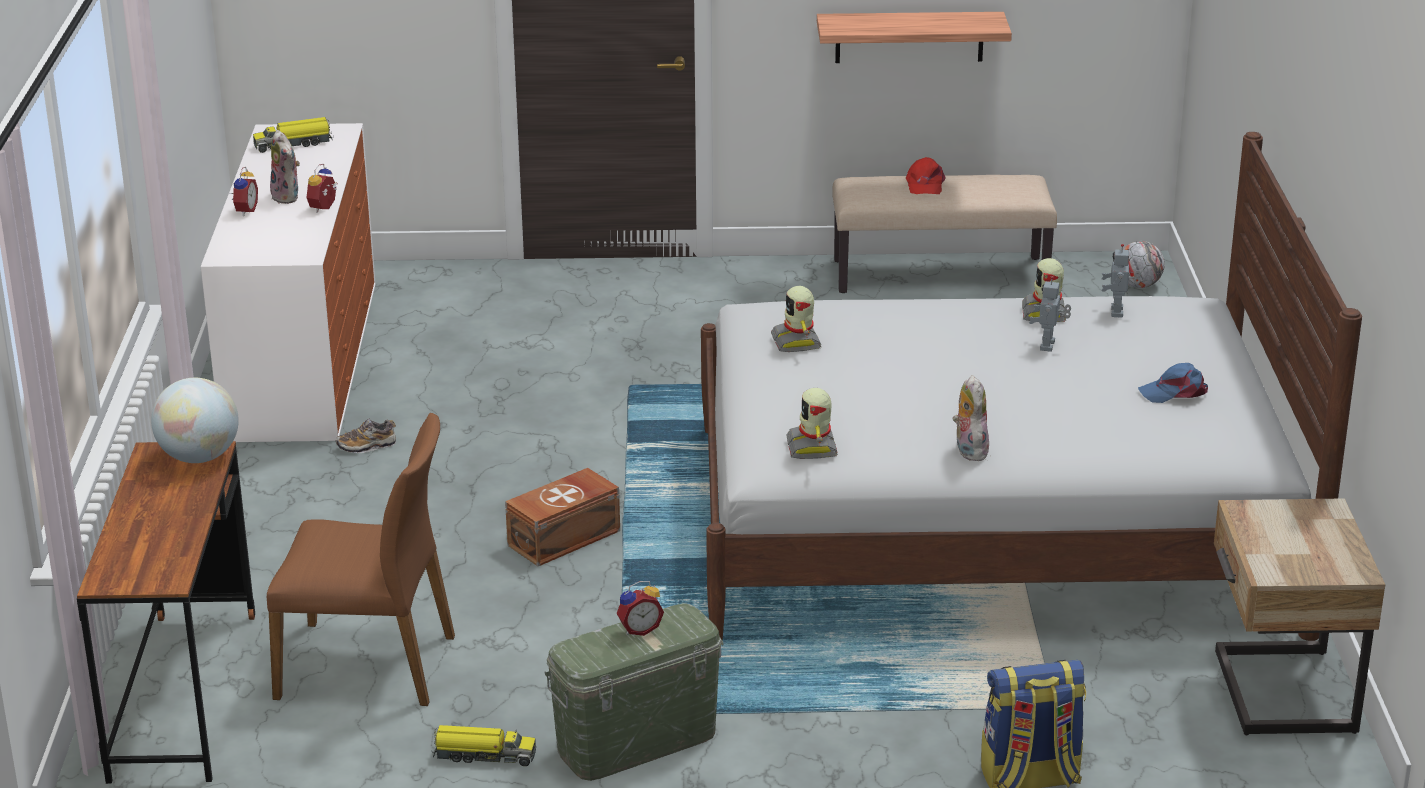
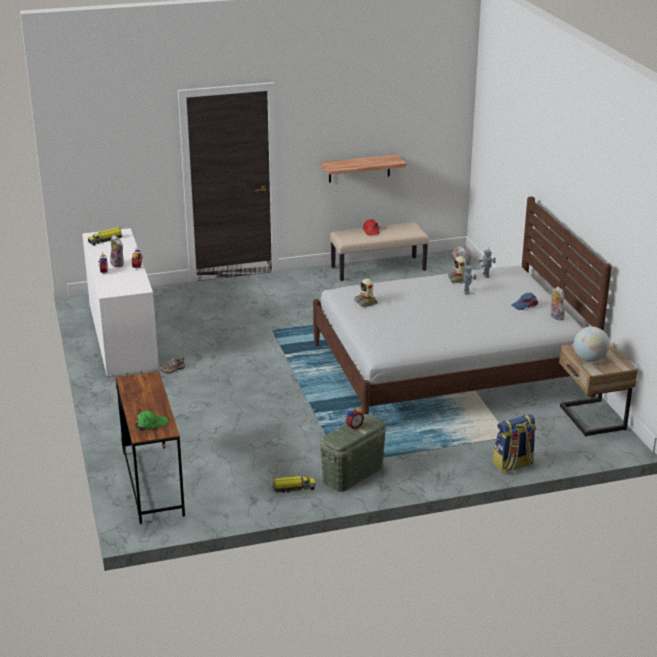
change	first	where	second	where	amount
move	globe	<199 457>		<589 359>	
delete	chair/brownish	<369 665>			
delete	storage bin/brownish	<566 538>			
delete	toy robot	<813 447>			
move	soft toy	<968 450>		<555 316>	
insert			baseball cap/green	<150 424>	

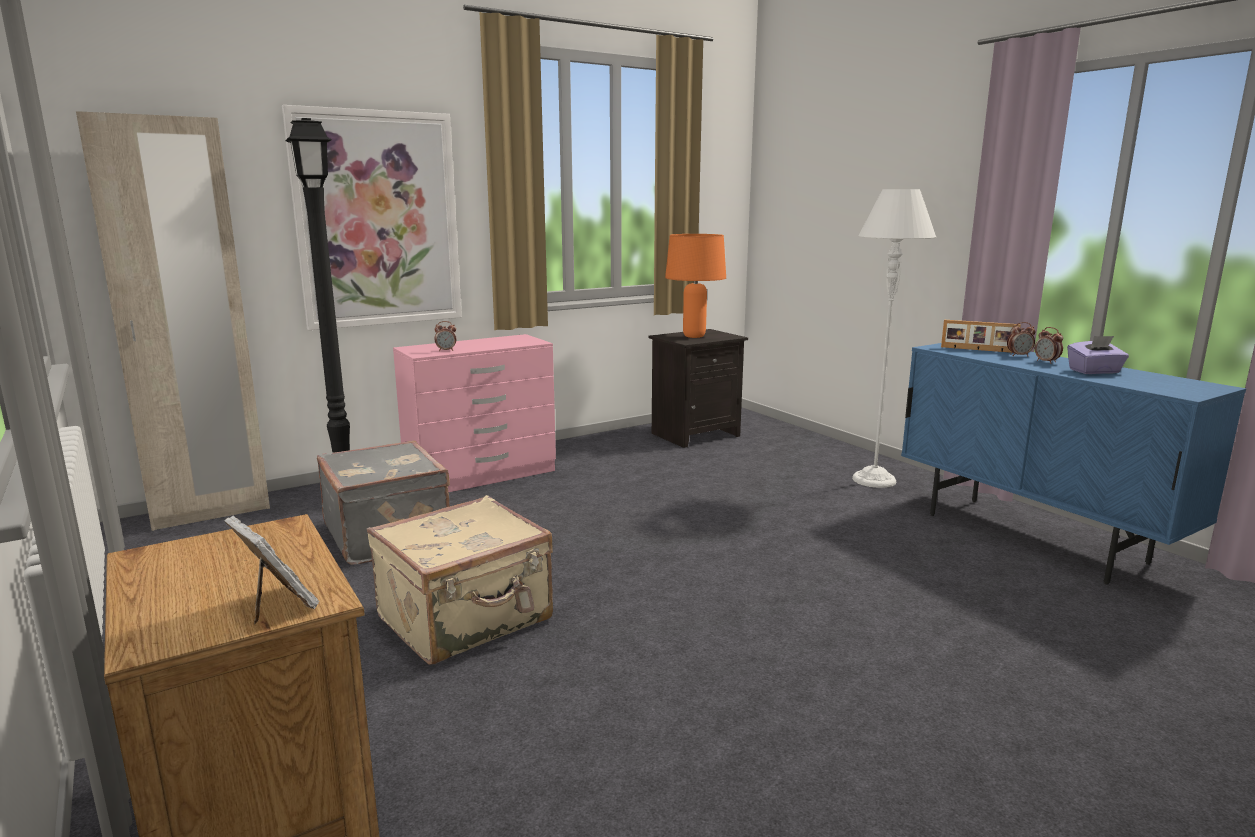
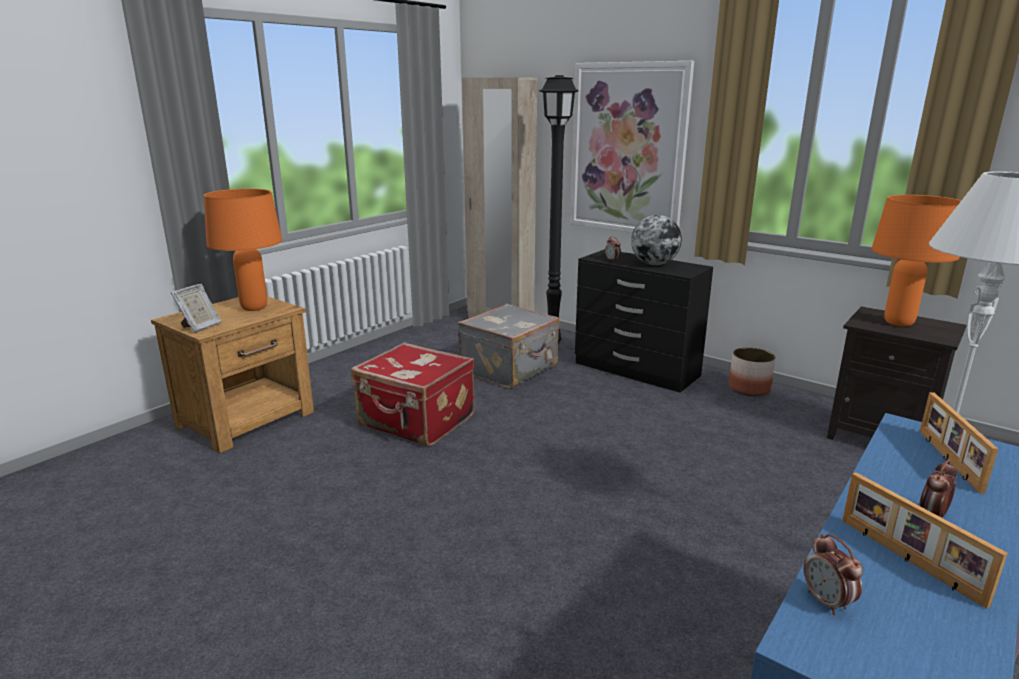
change	first	where	second	where	amount
recolor	travel case/beige-coloured	<467 619>	travel case/red	<416 422>	
recolor	dresser/pinkish	<482 475>	dresser/black	<636 370>	
move	bedside clock	<1019 355>		<827 602>	
replace	tissue holder/purple-coloured	<1094 371>	standing frame	<908 560>	
insert			table lamp/orange	<255 308>	
insert			globe	<654 264>	
insert			planter	<749 388>	

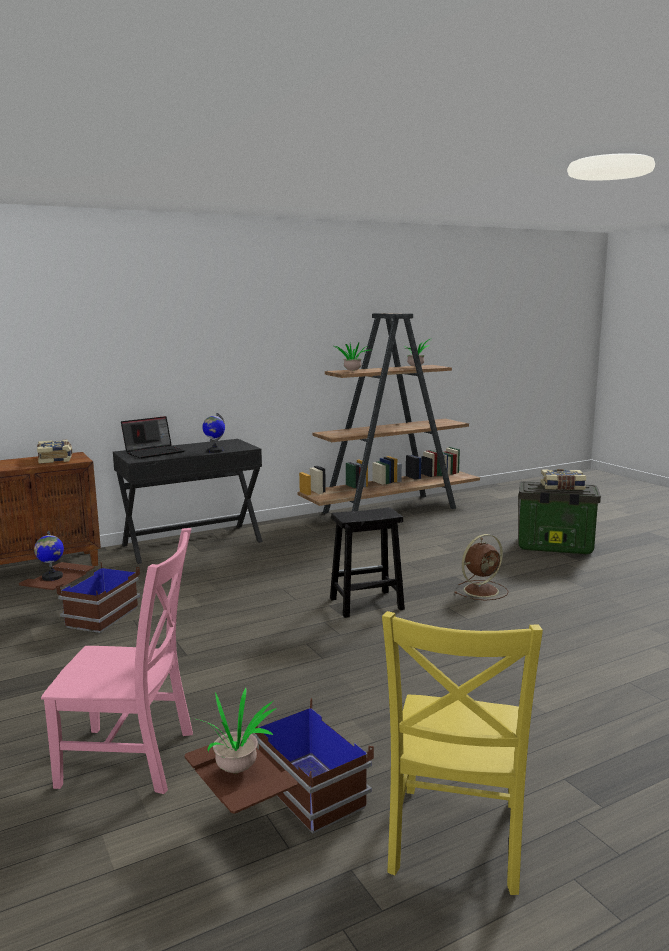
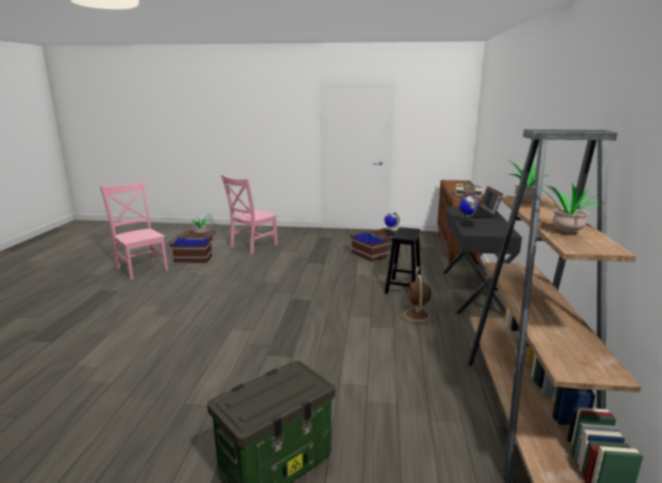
change	first	where	second	where	amount
move	stool/black	<365 604>		<403 287>	
recolor	chair/yellow	<455 842>	chair/pinkish	<141 268>	
move	fan/brownish	<482 590>		<417 315>	
delete	volume	<562 487>			

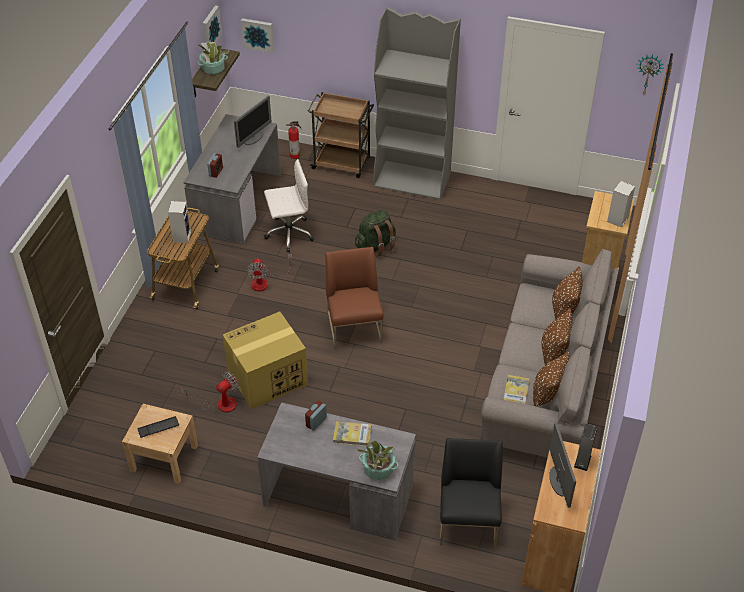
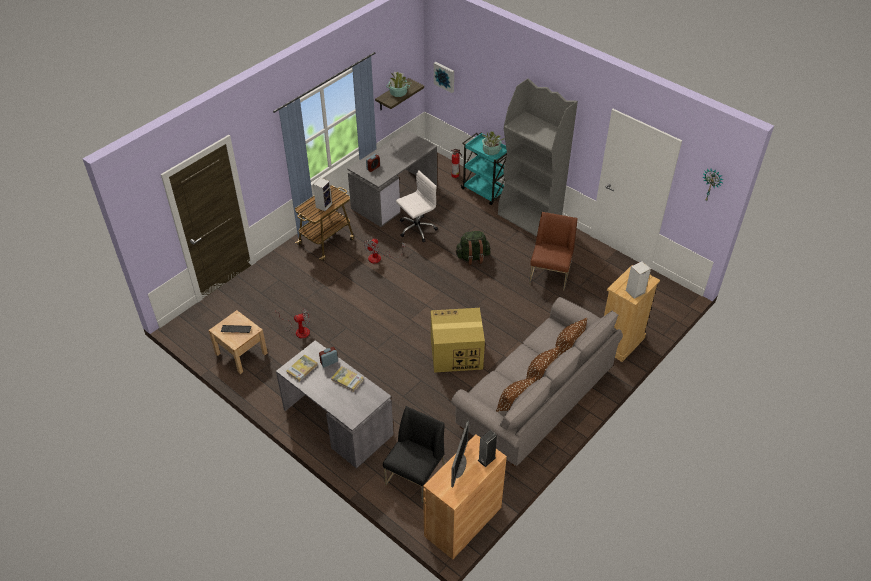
change	first	where	second	where	amount
delete	picture	<210 28>			
move	cardboard box	<266 378>		<455 354>	
delete	computer screen	<254 138>			
rotate	computer chair/whitish	<288 233>		<416 229>	45 degrees counterclockwise
recolor	trolley/brownish	<342 164>	trolley/turquoise	<485 191>	
move	chair/brownish	<355 327>		<550 274>	
move	houseplant	<378 469>		<491 150>	
move	volume	<516 392>		<302 369>	

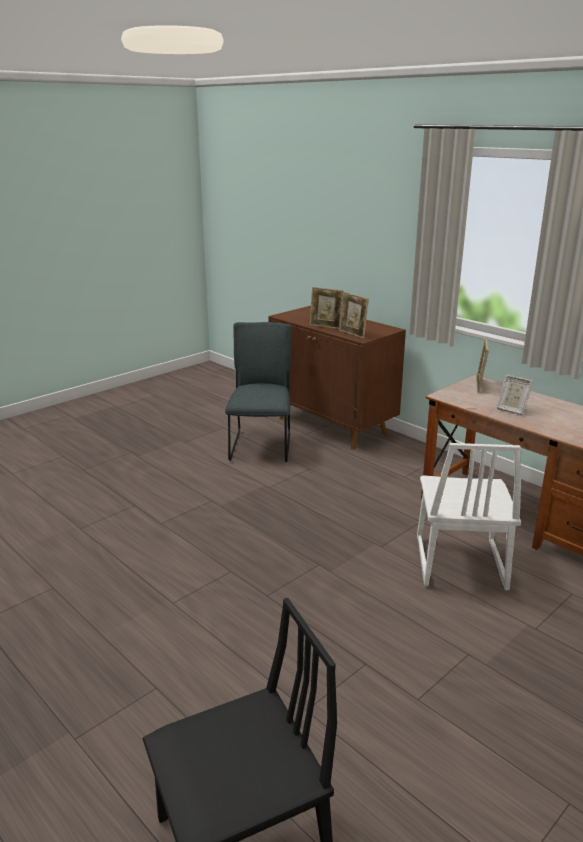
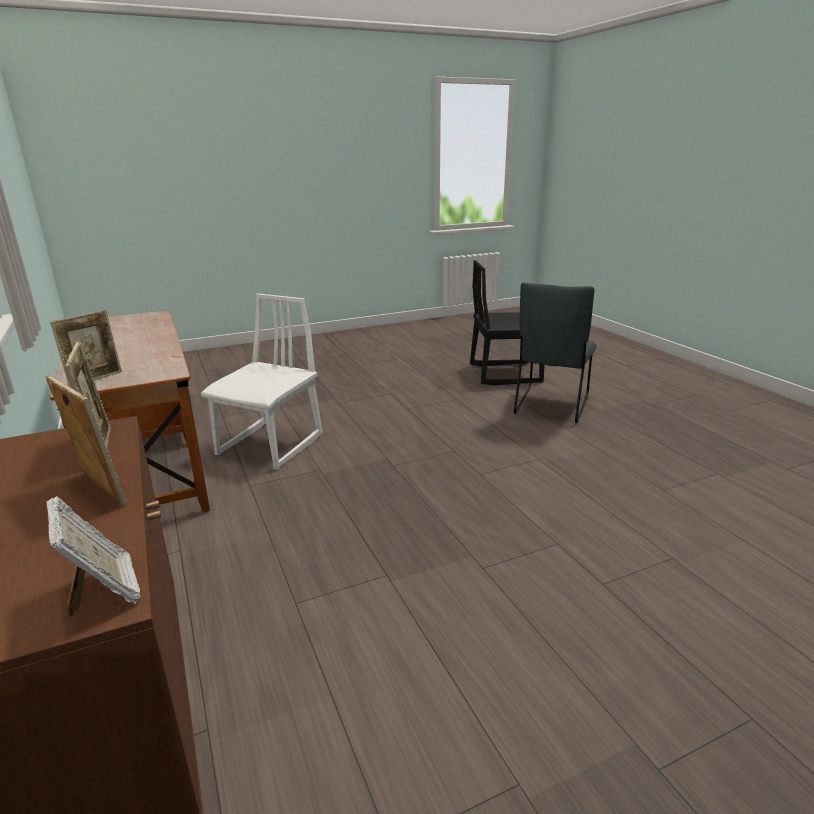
change	first	where	second	where	amount
move	chair/greyish	<261 445>		<550 407>	
move	standing frame	<511 410>		<105 592>	

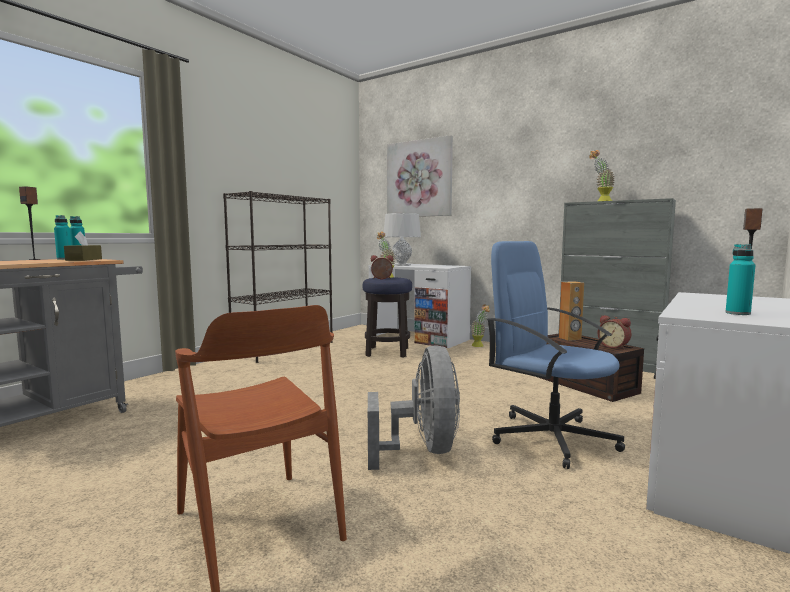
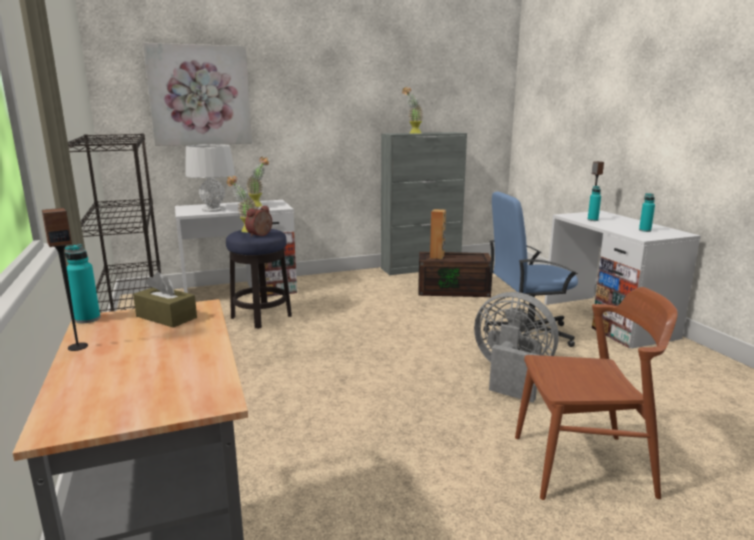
change	first	where	second	where	amount
move	drink bottle/turquoise	<64 259>		<592 220>	
move	houseplant	<480 346>		<259 205>	
delete	bedside clock	<614 346>			

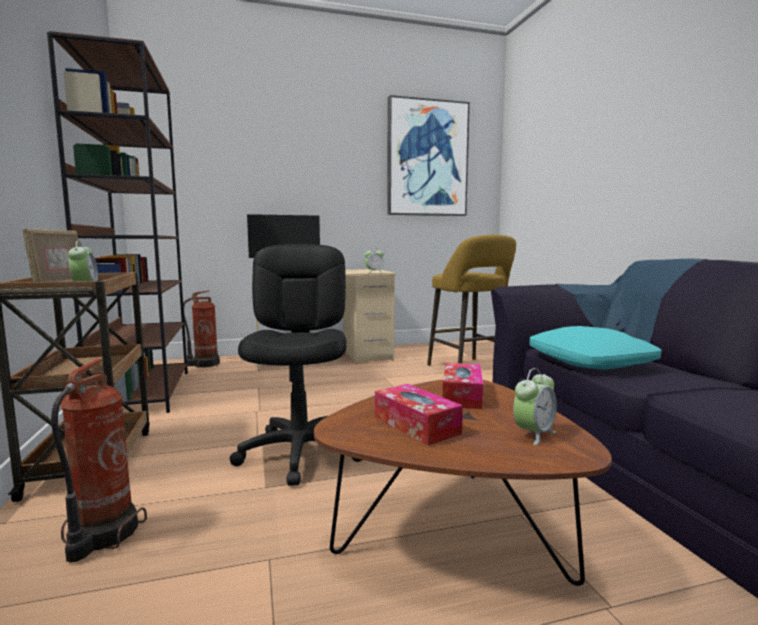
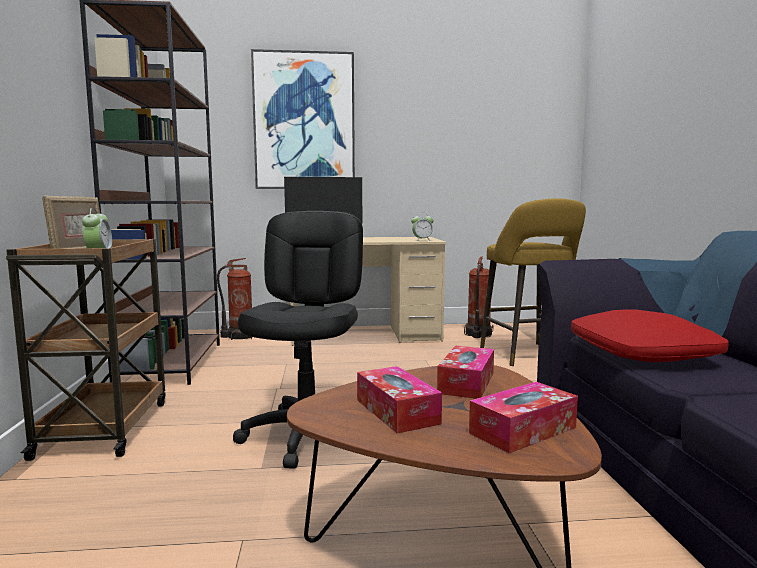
change	first	where	second	where	amount
move	fire-fighting cylinder	<101 536>		<477 334>	
move	picture	<427 159>		<304 122>	
replace	bedside clock	<534 434>	tissue holder	<523 430>	
recolor	throw pillow/turquoise	<591 362>	throw pillow/red	<643 353>	

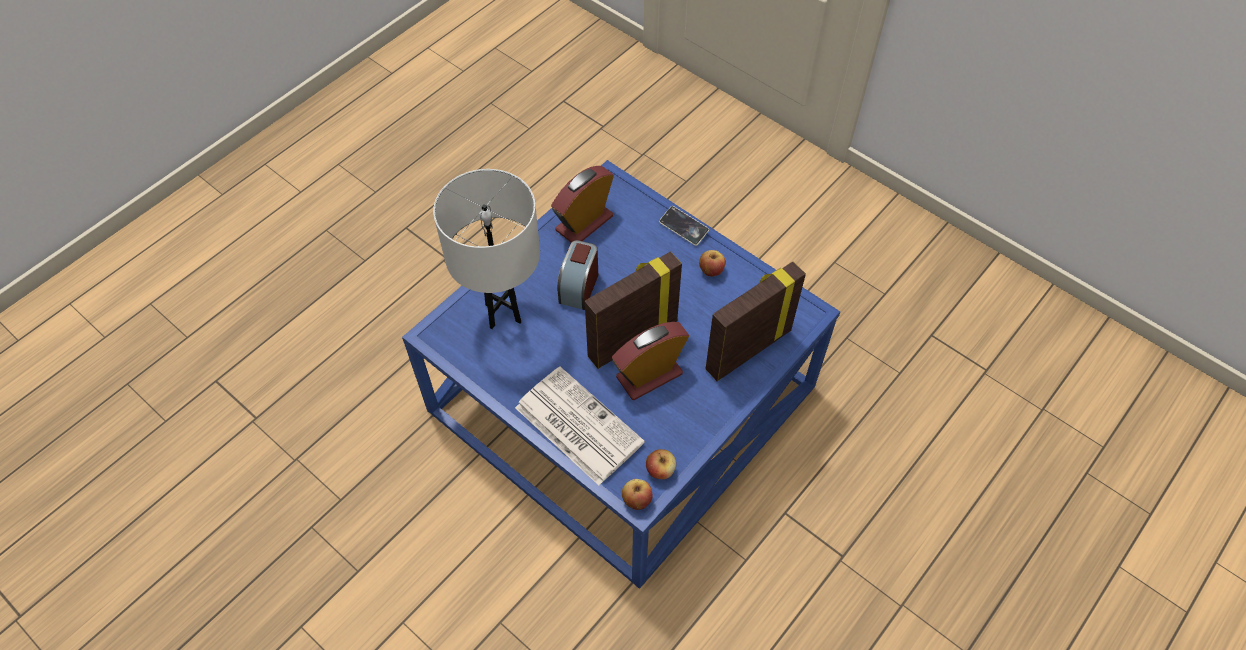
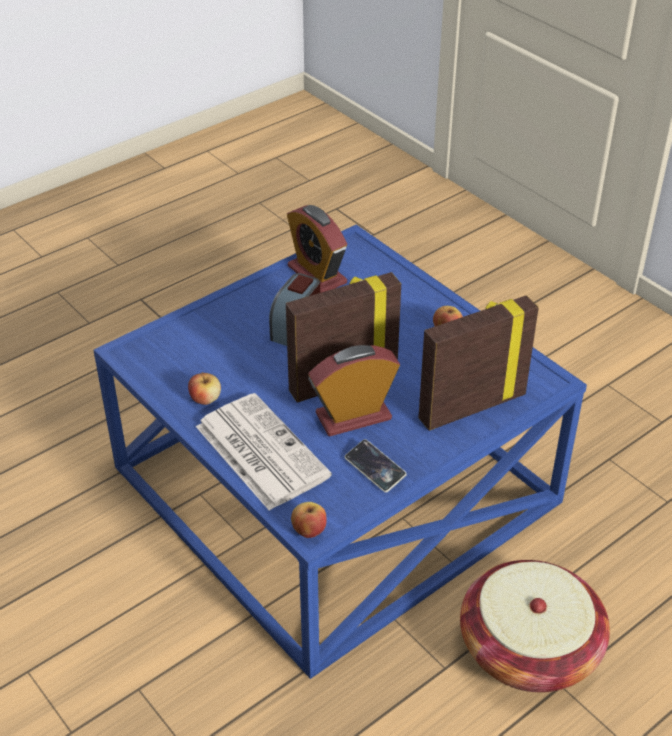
change	first	where	second	where	amount
delete	table lamp/whitish	<503 313>			
rotate	bedside clock	<584 223>		<317 274>	90 degrees counterclockwise
move	apple	<660 470>		<205 399>	
move	phone	<683 228>		<375 468>	
insert			household basket	<529 649>	

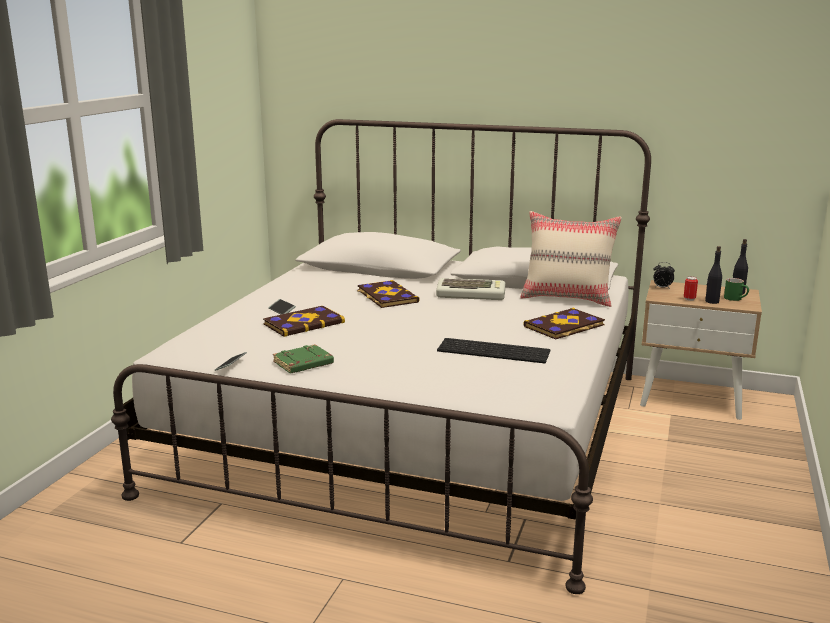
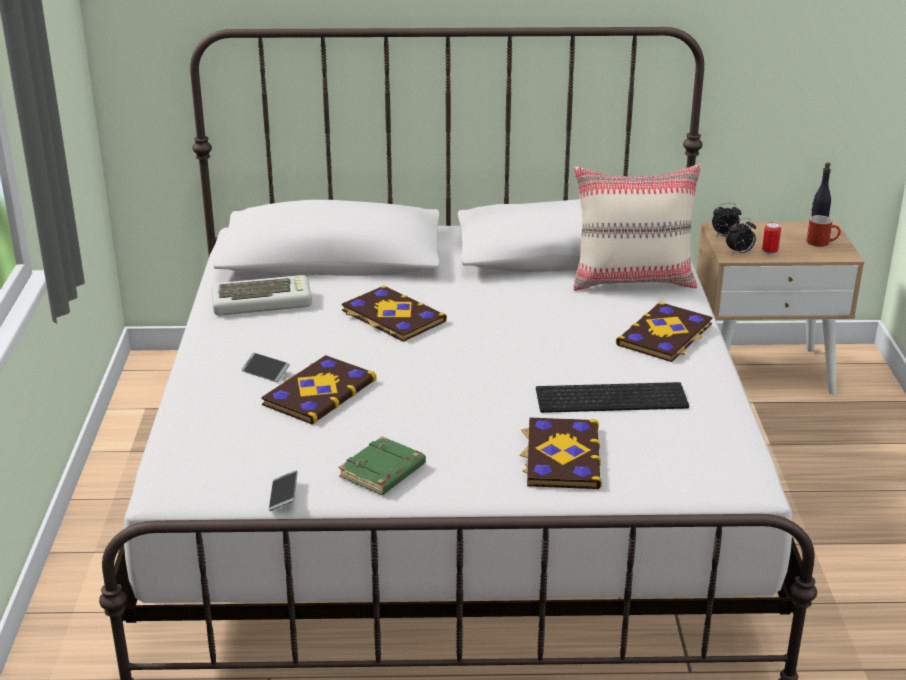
change	first	where	second	where	amount
move	PC keyboard	<471 295>		<263 302>	
delete	drink bottle/black	<711 301>			
recolor	tea mug/green	<736 299>	tea mug/red	<822 242>	
insert			volume	<561 456>	
insert			bedside clock	<739 252>	

